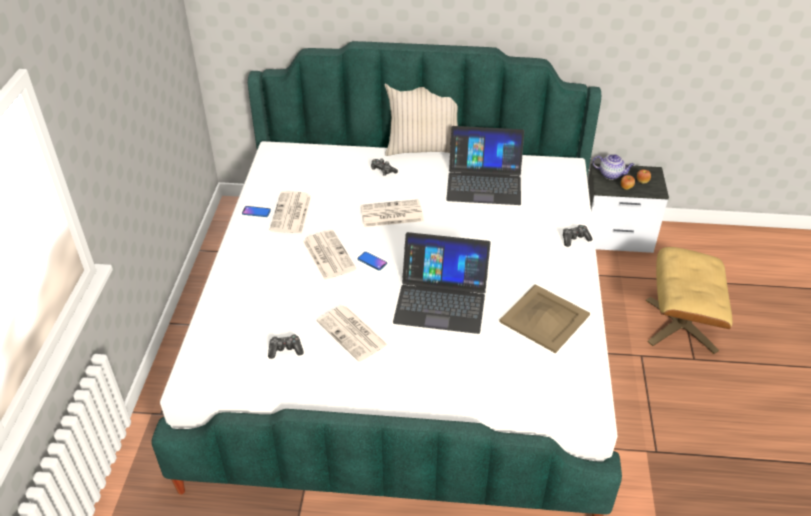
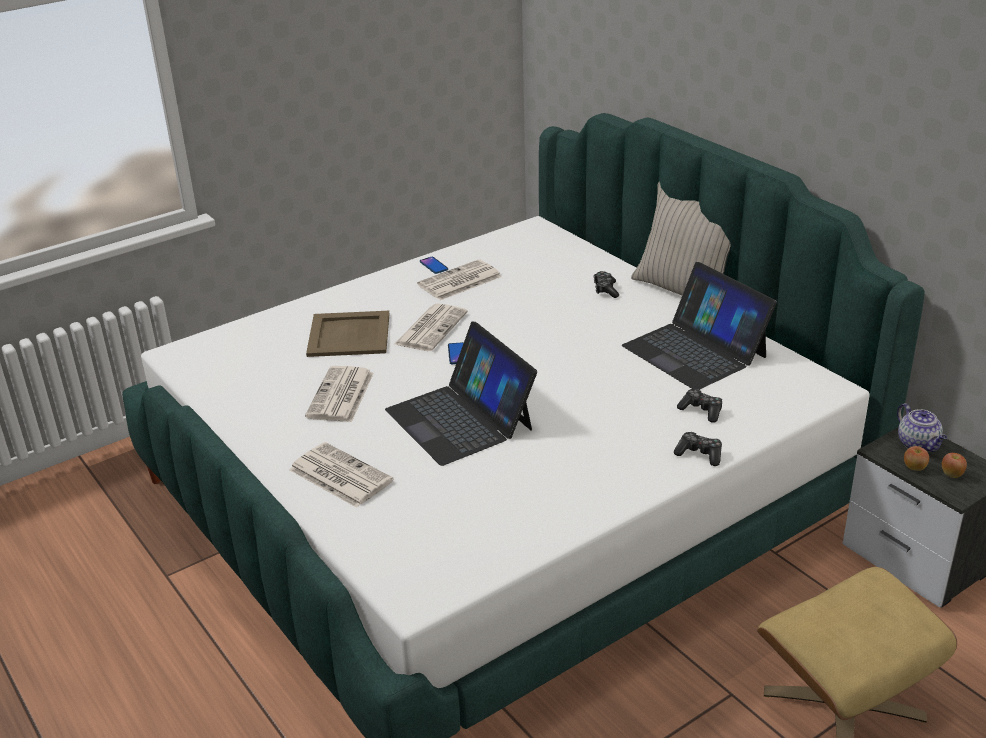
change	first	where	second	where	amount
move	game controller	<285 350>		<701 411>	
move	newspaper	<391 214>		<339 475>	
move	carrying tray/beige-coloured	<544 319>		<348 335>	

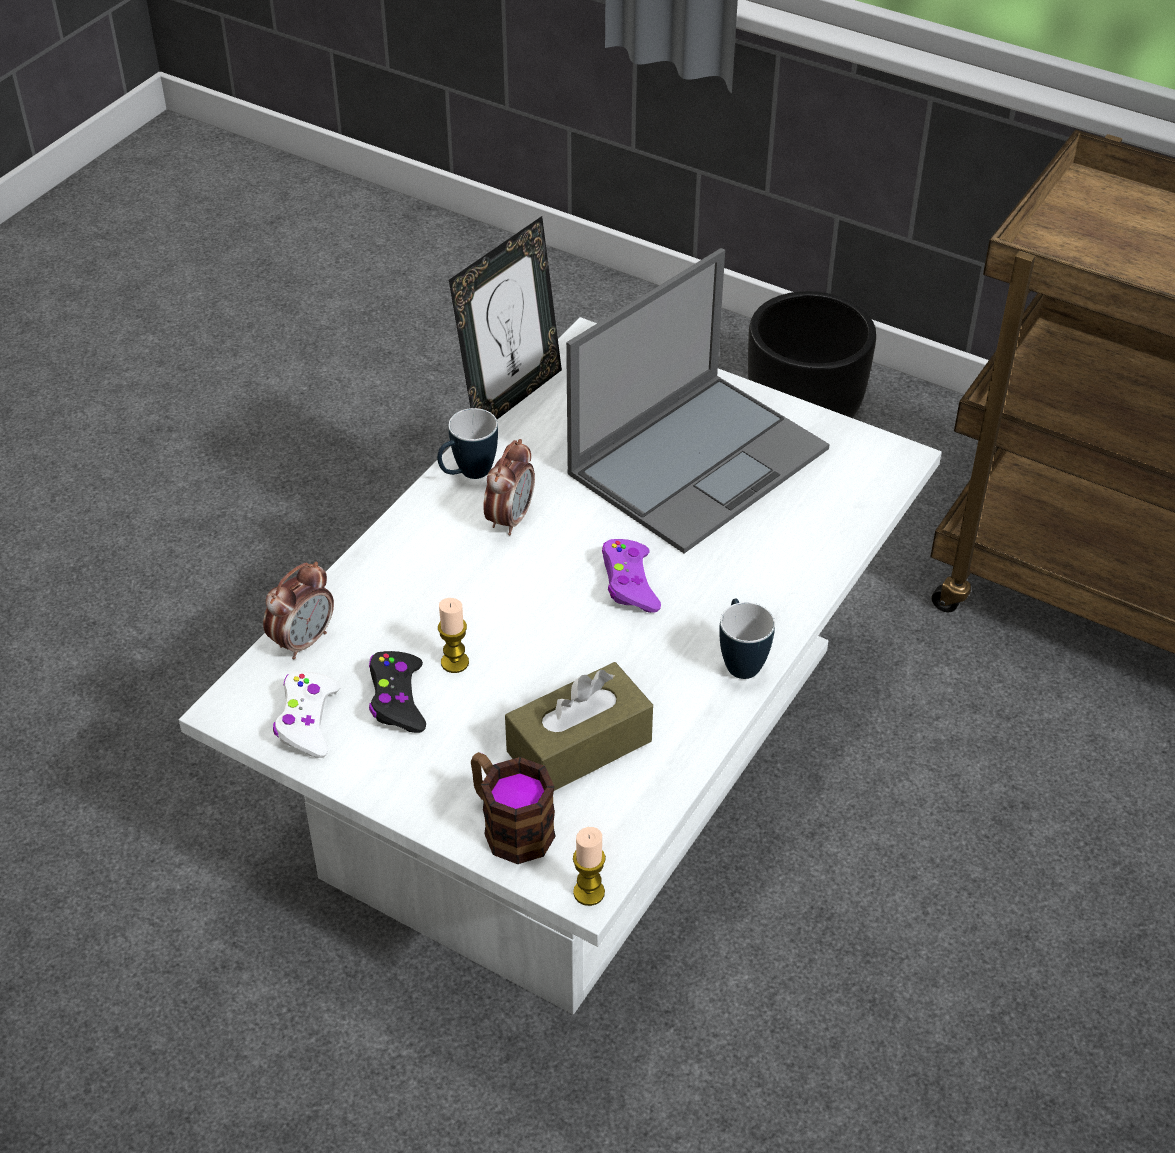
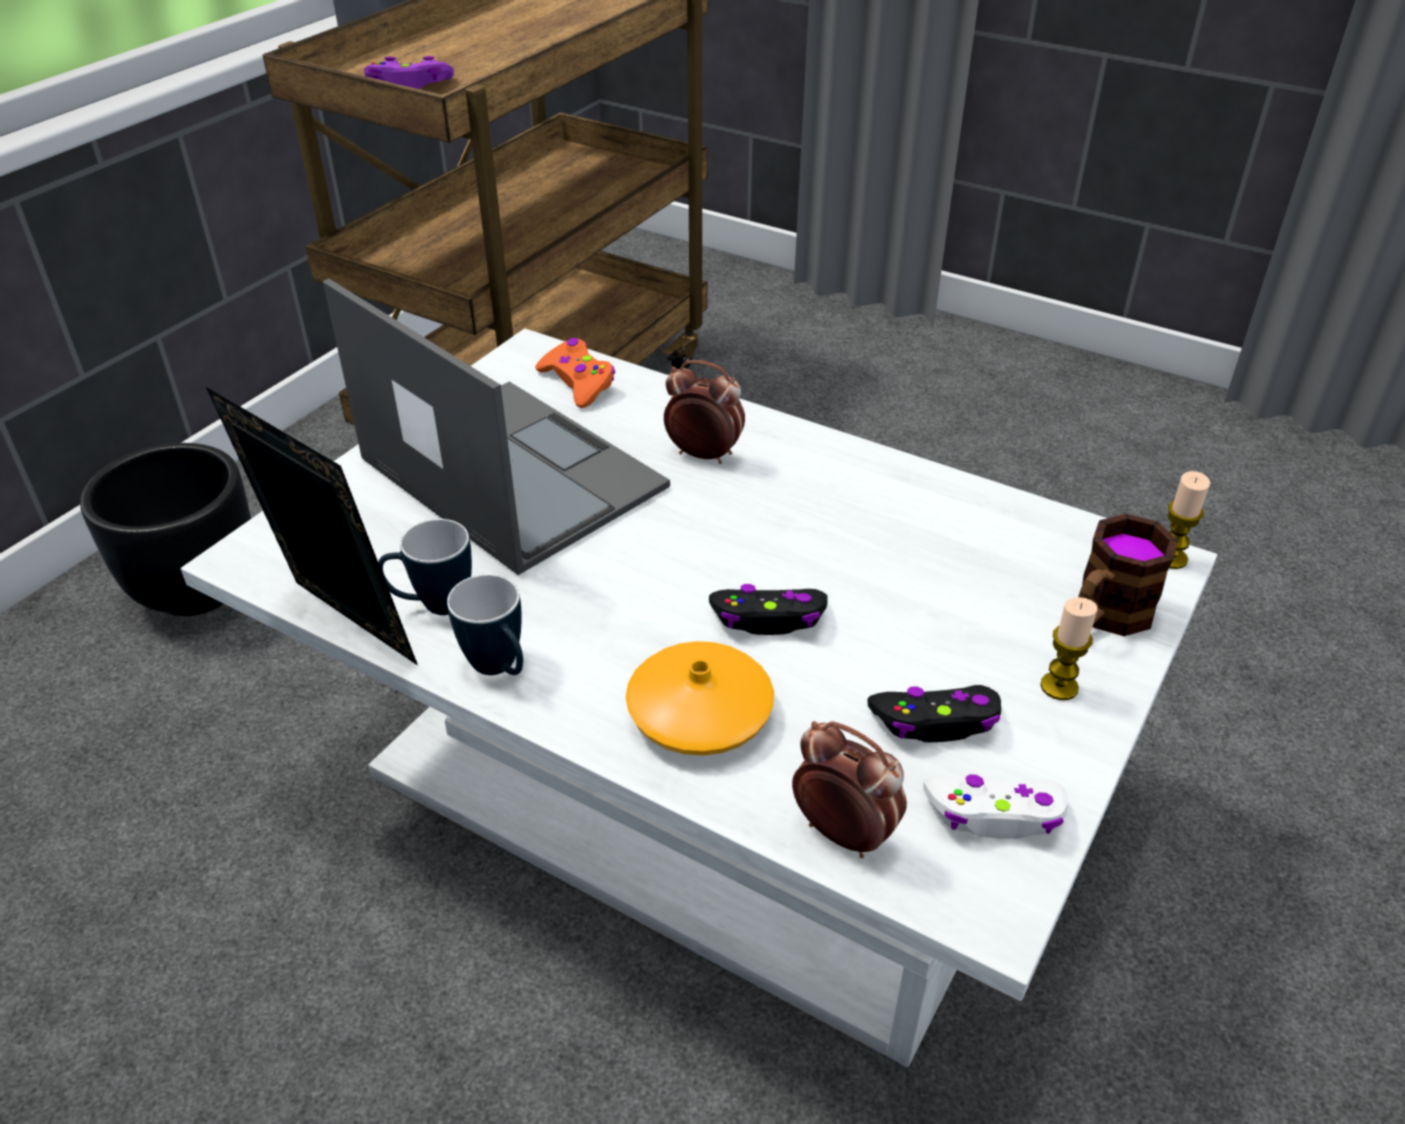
change	first	where	second	where	amount
move	wax candle	<455 662>		<1059 687>	
move	bedside clock	<510 519>		<703 455>	
delete	tissue holder/brownish	<579 746>			
move	game controller/purple-coloured	<629 583>		<410 85>	
move	tea mug	<740 660>		<433 605>	
insert			game controller/orange	<578 382>	
insert			flower vase/orange	<700 713>	
insert			game controller/black	<769 619>	

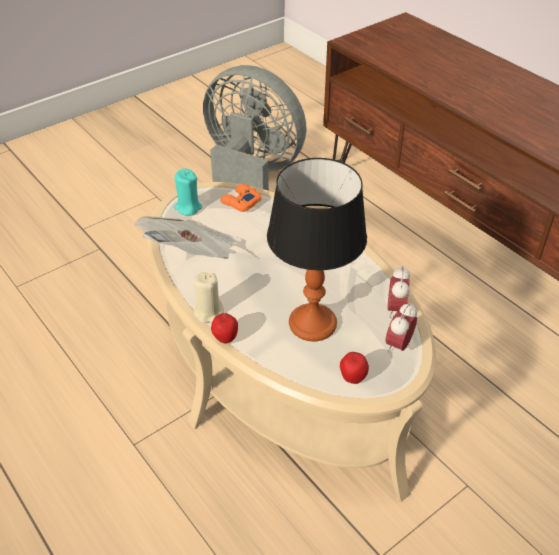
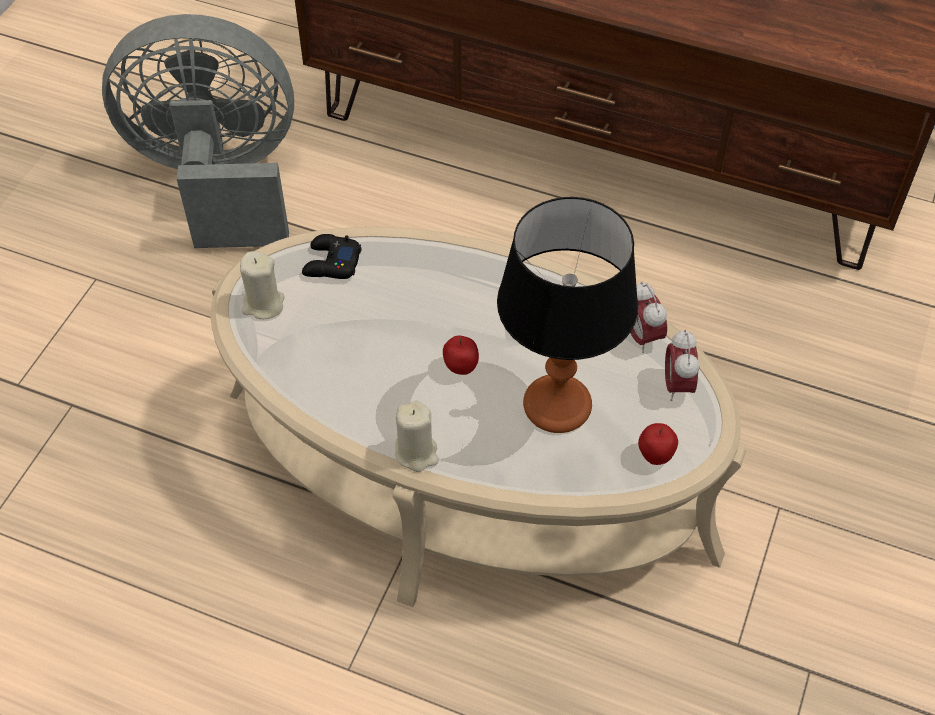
change	first	where	second	where	amount
delete	newspaper	<194 256>			
recolor	wax candle/turquoise	<188 207>	wax candle/beige-coloured	<263 304>	
move	apple	<225 339>		<460 368>	
recolor	game controller/orange	<240 202>	game controller/black	<331 263>	

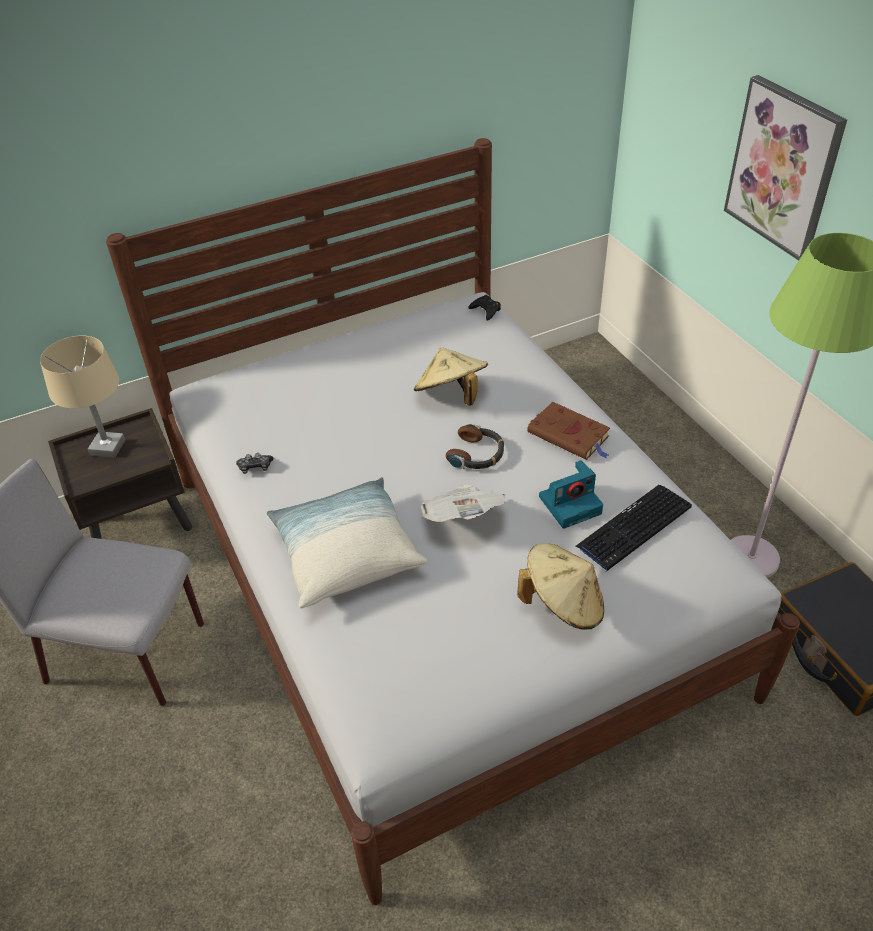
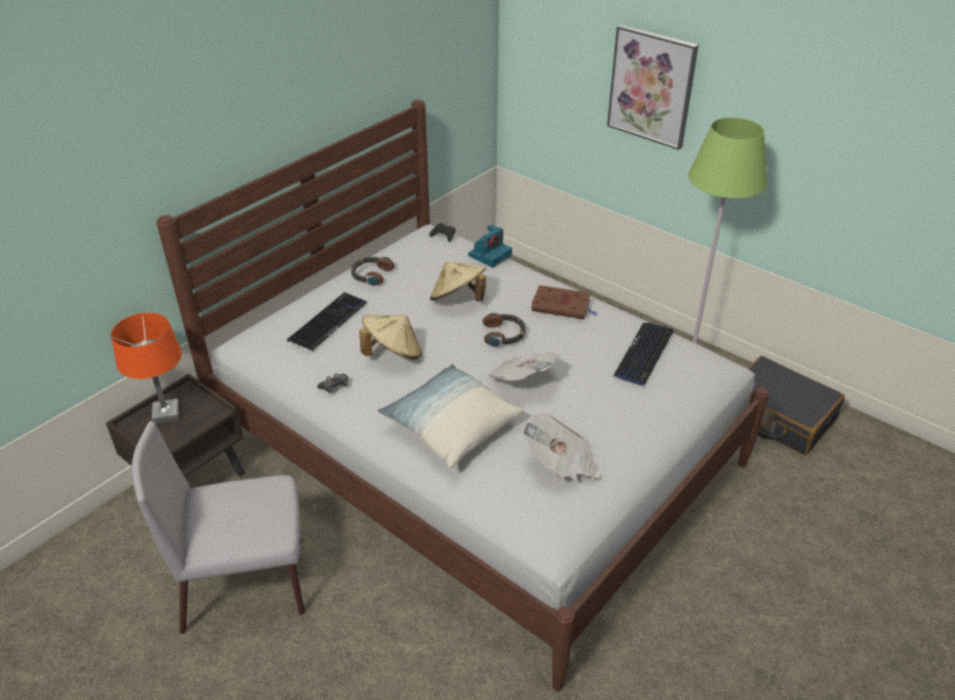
change	first	where	second	where	amount
recolor	table lamp/beige-coloured	<108 448>	table lamp/orange	<166 415>	
move	hat/beige-coloured	<563 604>		<393 353>	
move	still camera	<571 504>		<490 255>	
insert			PC keyboard	<328 322>	
insert			headset	<371 274>	
insert			newspaper	<561 463>	

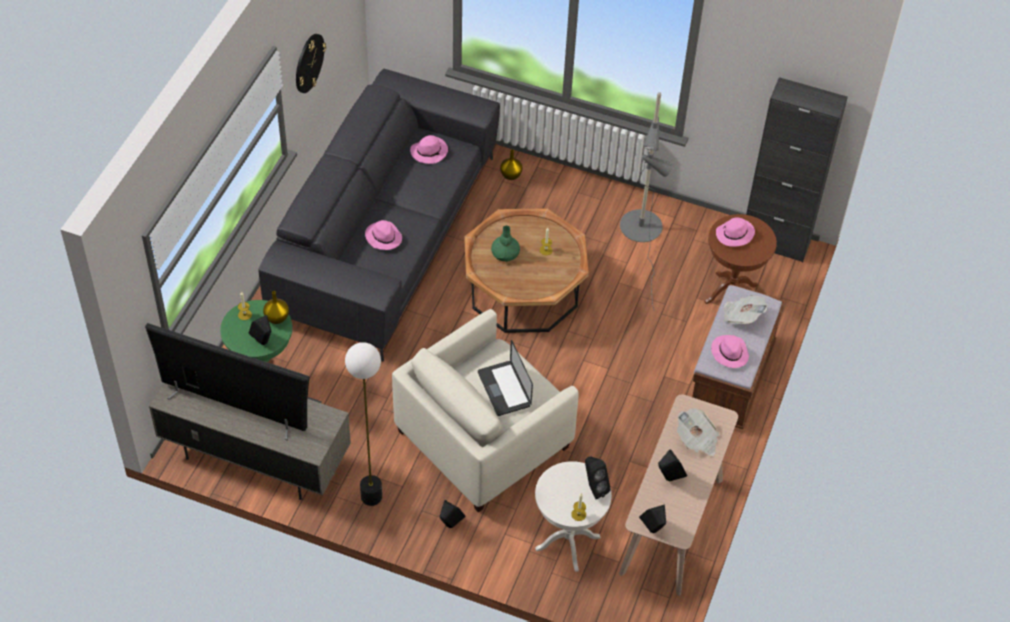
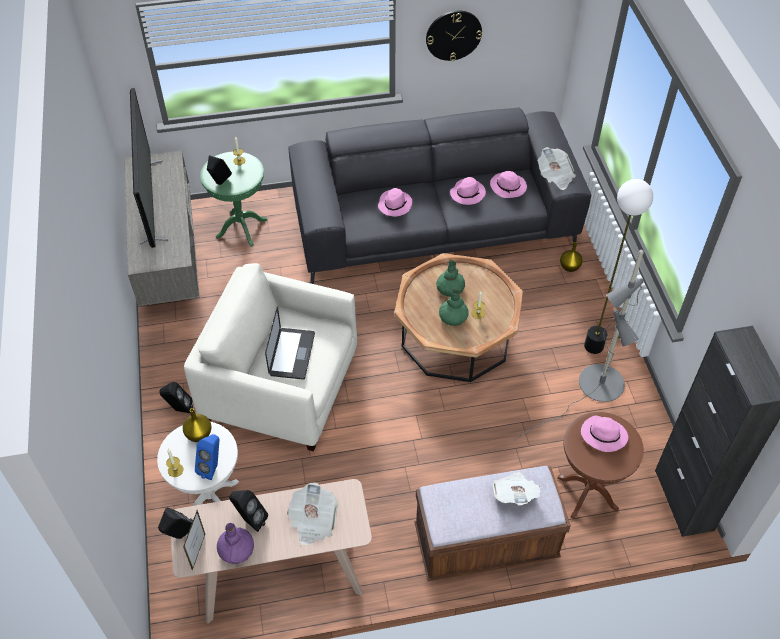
change	first	where	second	where	amount
move	flower vase/yellow	<276 318>		<199 434>	
move	standing lamp	<371 496>		<593 345>	
rotate	laptop	<504 389>		<292 354>	150 degrees clockwise
recolor	speaker/black	<594 488>	speaker/bluish	<212 467>	
move	hat/pinkish	<729 352>		<467 193>	
insert			standing frame	<199 552>	
insert			flower vase/purple-coloured	<236 550>	
insert			flower vase/green	<453 317>	
insert			newspaper	<555 176>	

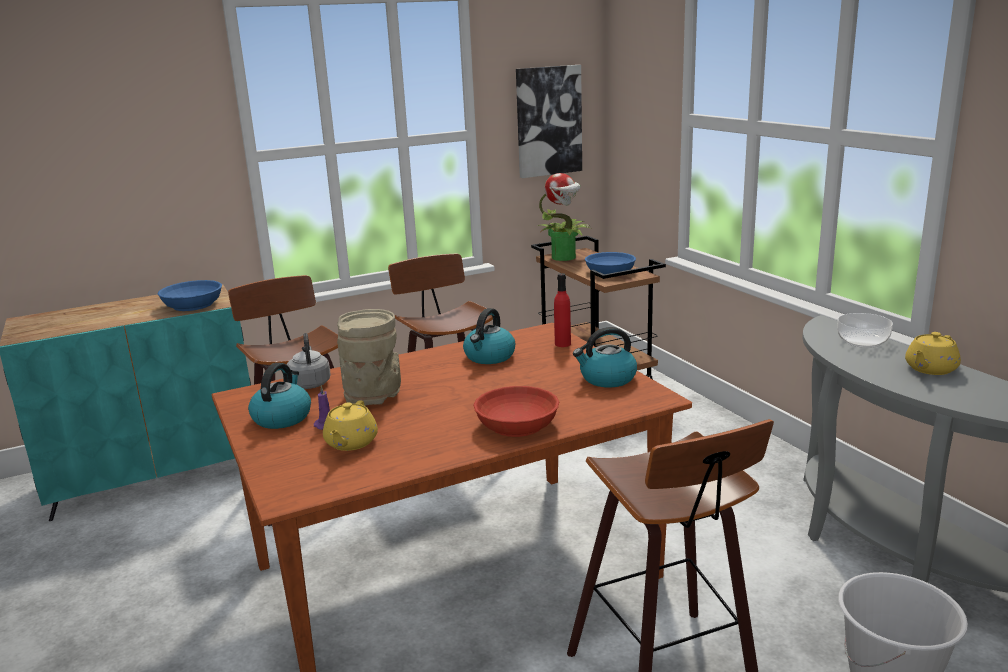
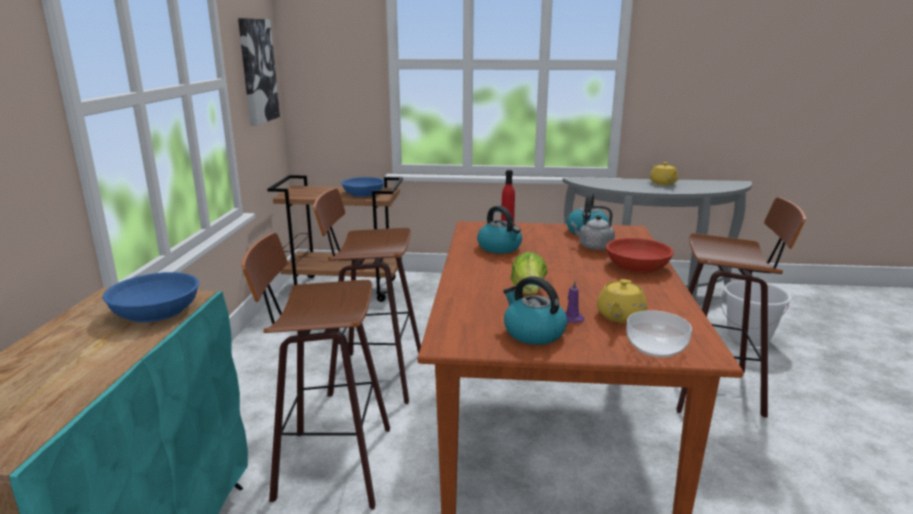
change	first	where	second	where	amount
move	tea kettle/greyish	<310 383>		<593 247>	
rotate	teapot/yellow	<350 443>		<620 316>	75 degrees clockwise
replace	flower vase/beige-coloured	<374 396>	lettuce	<528 293>	
delete	houseplant	<564 257>			
move	serving bowl	<862 341>		<655 347>	

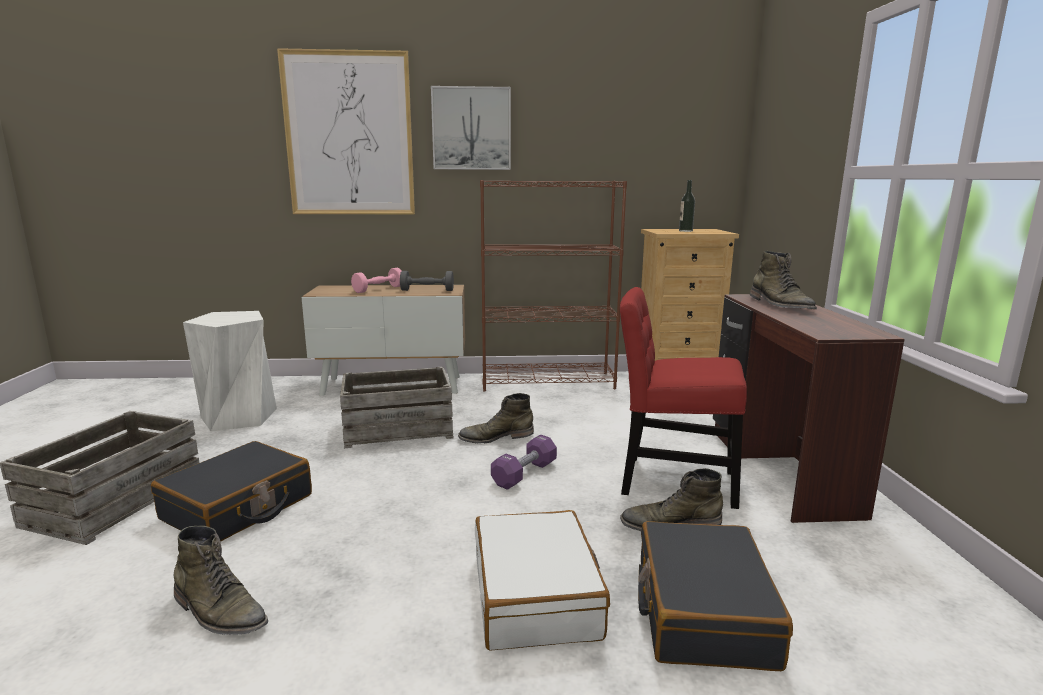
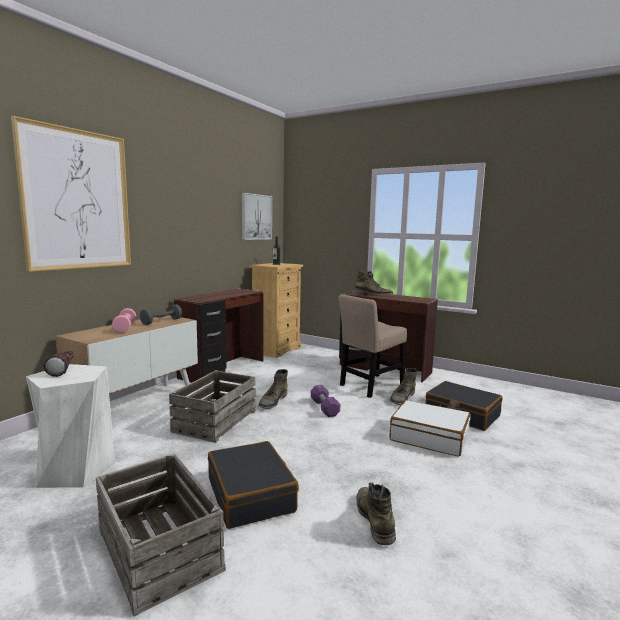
change	first	where	second	where	amount
rotate	high-top boot/green	<220 611>		<374 519>	75 degrees counterclockwise
move	picture	<471 129>		<256 217>	
replace	bookshelf/brownish	<548 381>	desk table/brownish	<223 369>	
recolor	chair/red	<671 481>	chair/beige-coloured	<370 386>	
insert			torch	<64 370>	

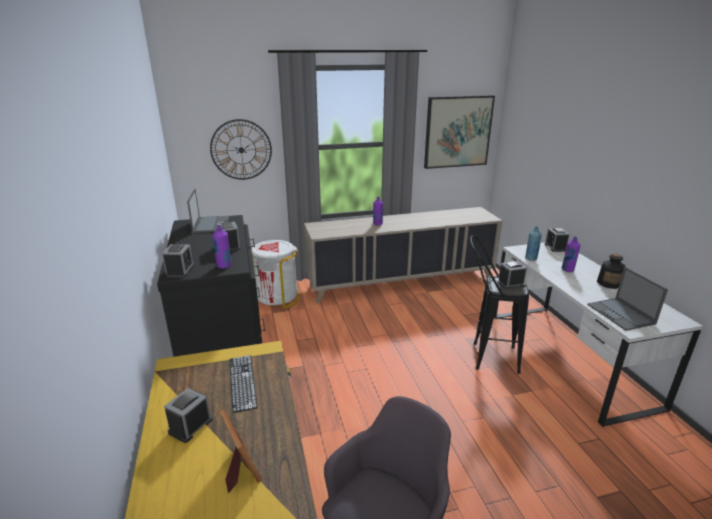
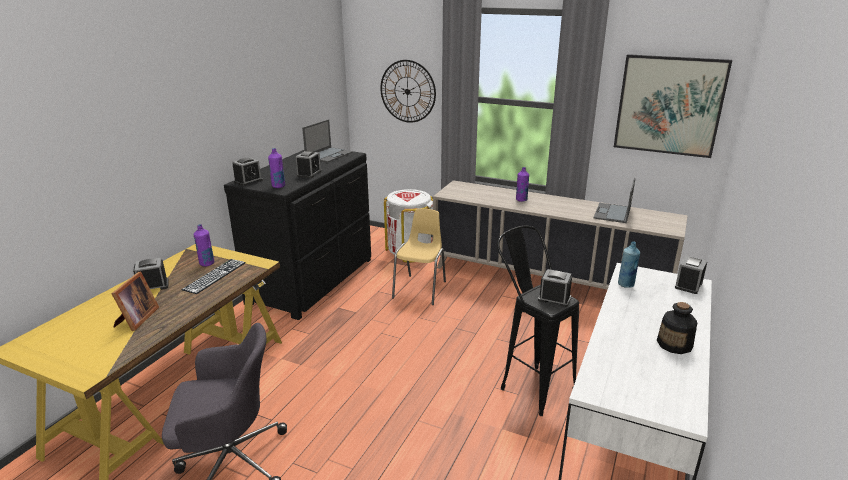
change	first	where	second	where	amount
move	drink bottle/purple-coloured	<567 270>		<207 263>	
move	laptop	<621 314>		<612 213>	
insert			chair/yellow	<420 289>	

